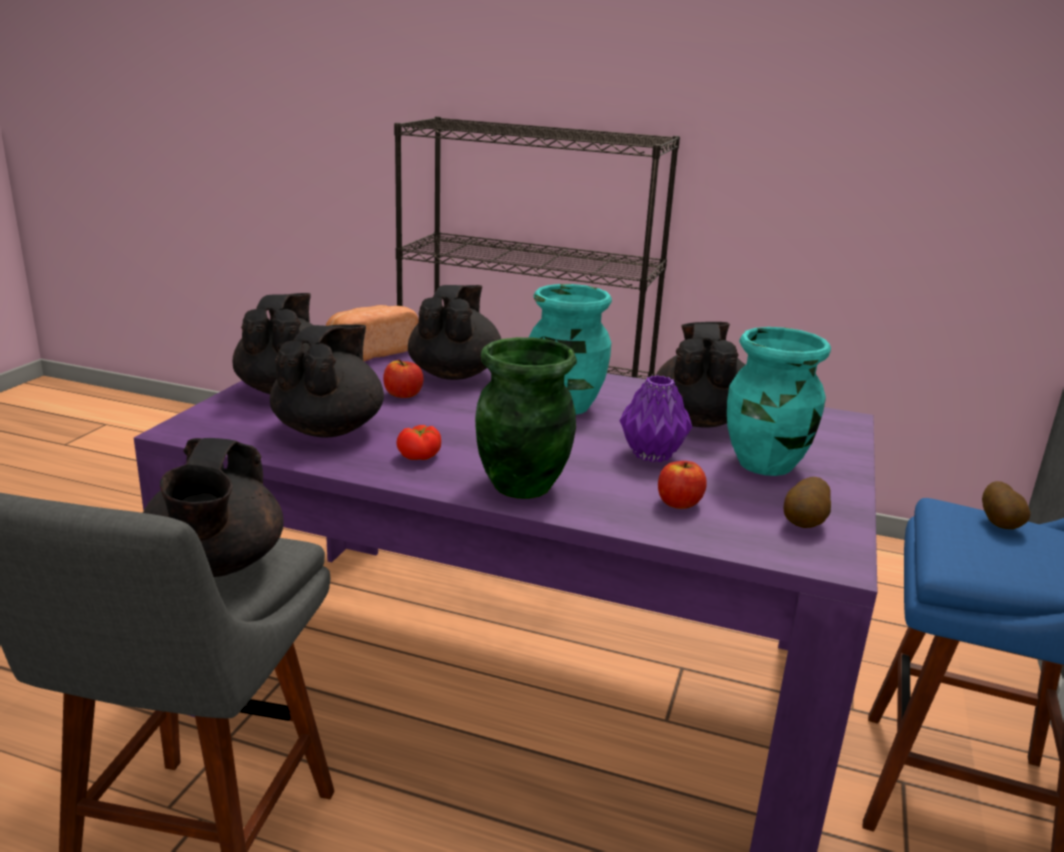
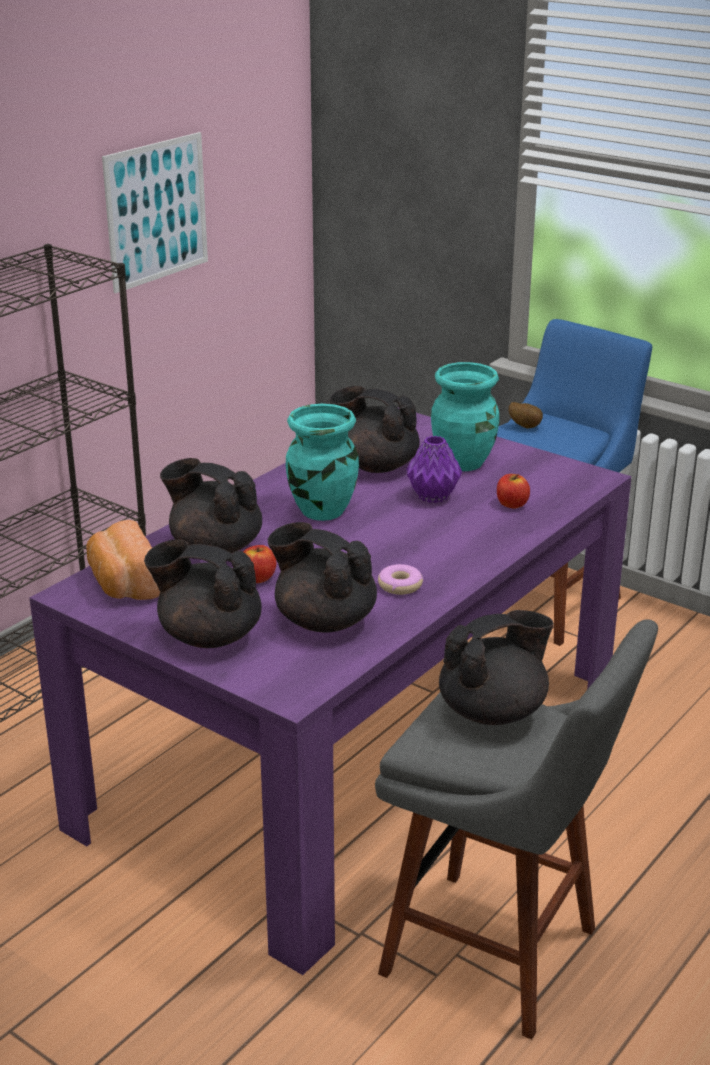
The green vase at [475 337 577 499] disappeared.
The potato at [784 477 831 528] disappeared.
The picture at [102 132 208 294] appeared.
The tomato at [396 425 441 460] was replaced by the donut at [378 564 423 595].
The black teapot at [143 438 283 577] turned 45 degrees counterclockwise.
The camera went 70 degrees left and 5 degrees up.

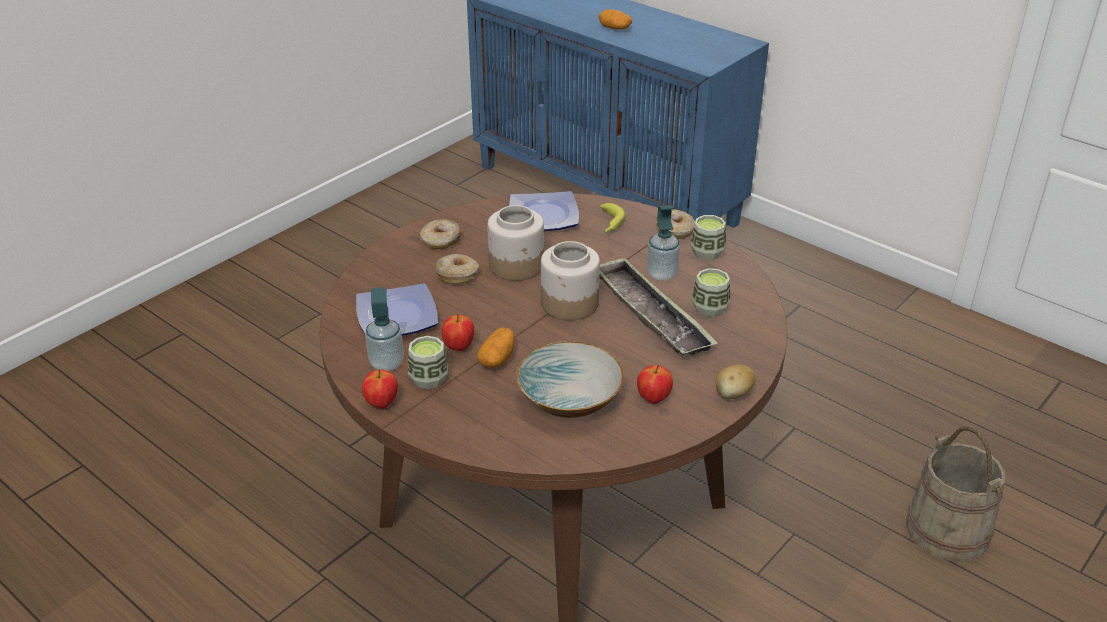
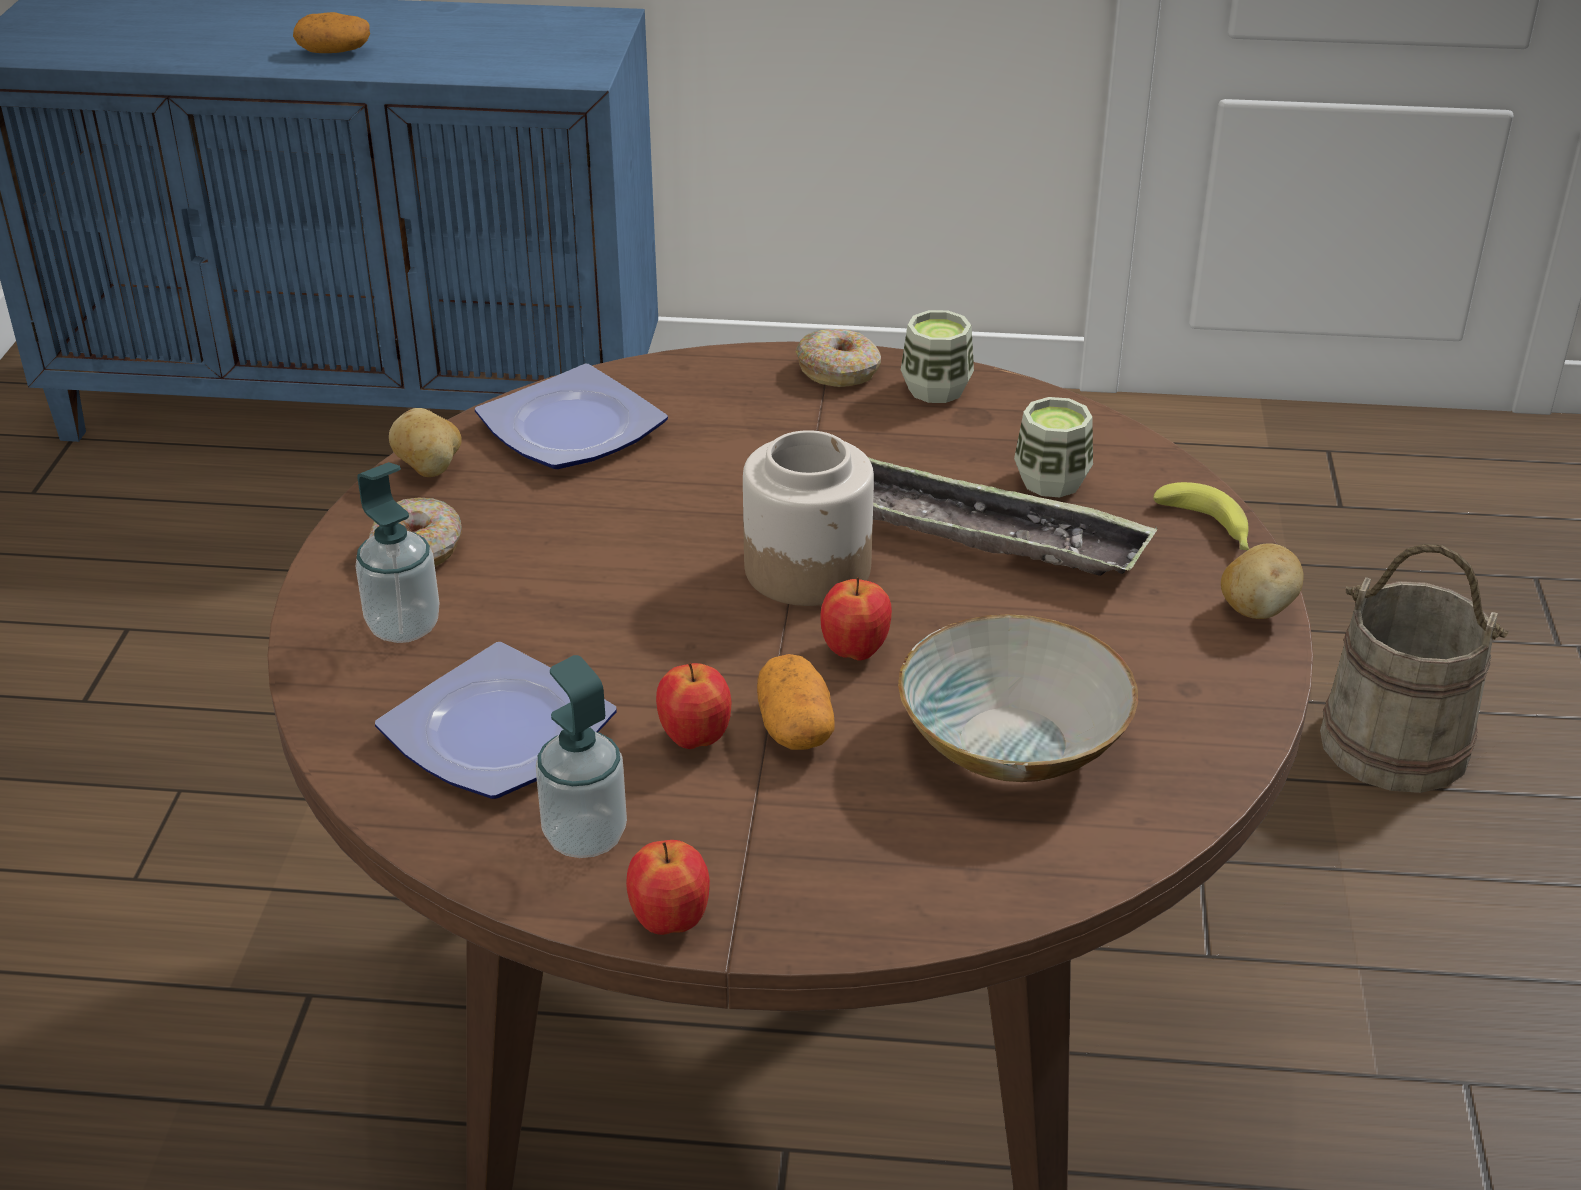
The cup at [408 336 448 389] disappeared.
The donut at [435 254 479 284] disappeared.
The jar at [487 205 544 281] disappeared.
The potato at [389 408 462 477] appeared.
The banana moved from [600 203 625 233] to [1153 482 1249 550].
The apple moved from [637 365 673 404] to [820 577 892 661].
The soap dispenser moved from [647 205 680 281] to [355 462 439 643].
The camera went 35 degrees left and 0 degrees up.

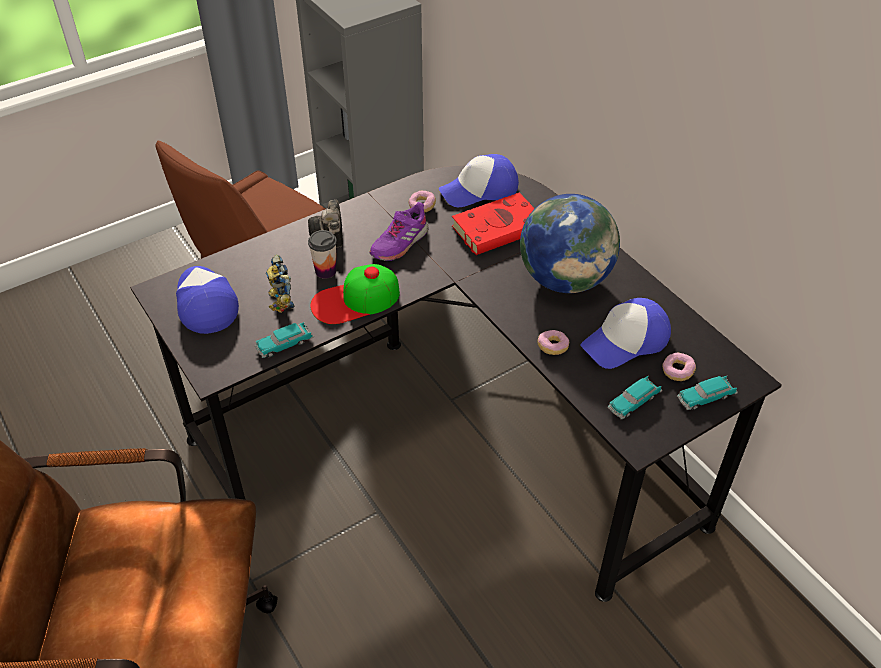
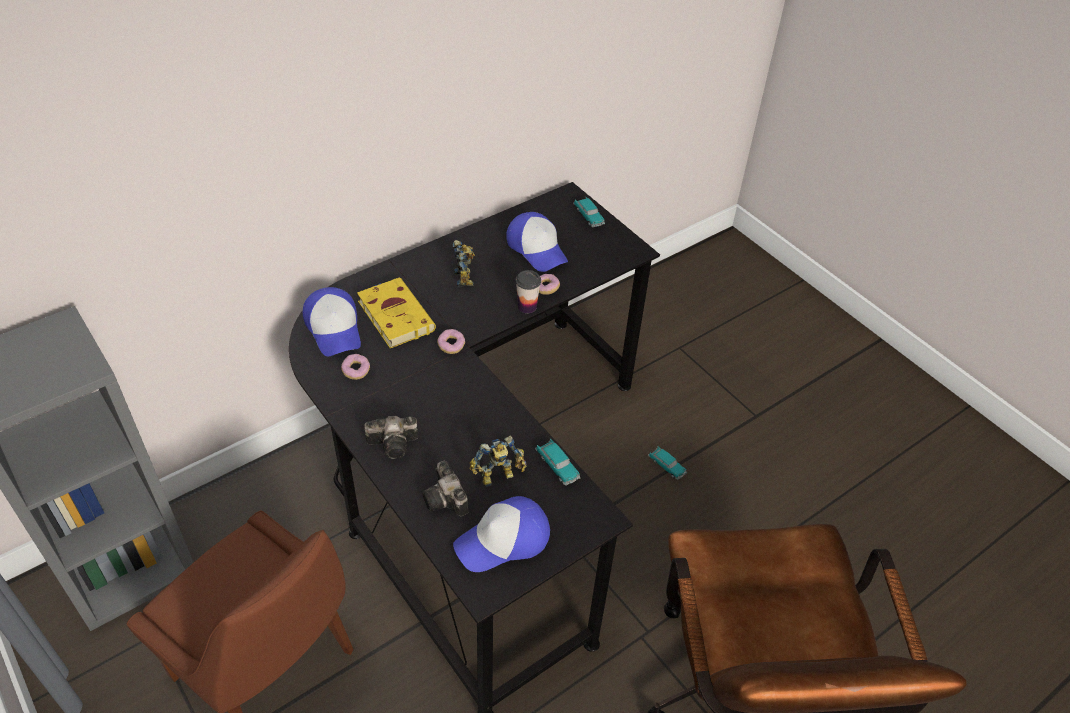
The cap at [310 264 400 324] disappeared.
The purple shoe at [370 202 429 261] disappeared.
The photo camera at [423 461 469 516] appeared.
The cup moved from [308 230 337 279] to [516 270 541 313].
The toy car moved from [607 376 662 419] to [648 447 687 480].
The donut moved from [662 353 696 381] to [437 329 465 354].
The globe at [520 194 620 293] was replaced by the toy robot at [453 240 475 286].
The red book at [452 193 535 255] became the yellow book at [357 277 436 348].
The camera went 95 degrees left and 0 degrees up.

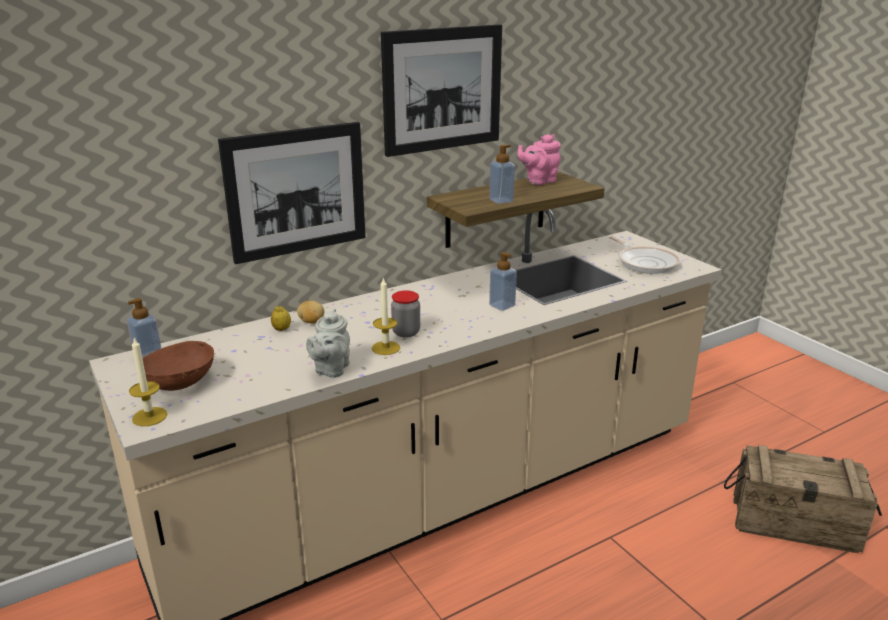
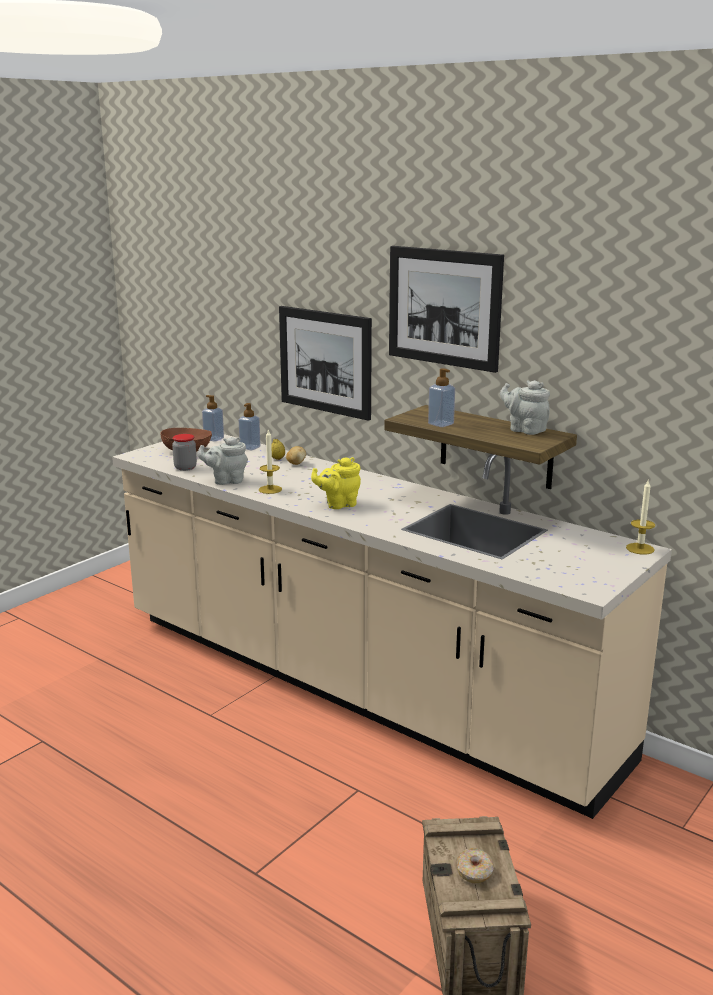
The frying pan at [609 236 680 274] disappeared.
The yellow teapot at [311 457 361 509] appeared.
The donut at [457 848 494 884] appeared.
The candle moved from [129 338 168 426] to [626 481 655 555].
The jar moved from [391 290 420 338] to [172 434 197 471].
The soap dispenser moved from [489 252 517 311] to [239 403 261 450].
The pink teapot at [517 134 561 185] became the grey teapot at [500 380 550 435].
The camera went 70 degrees right and 5 degrees down.

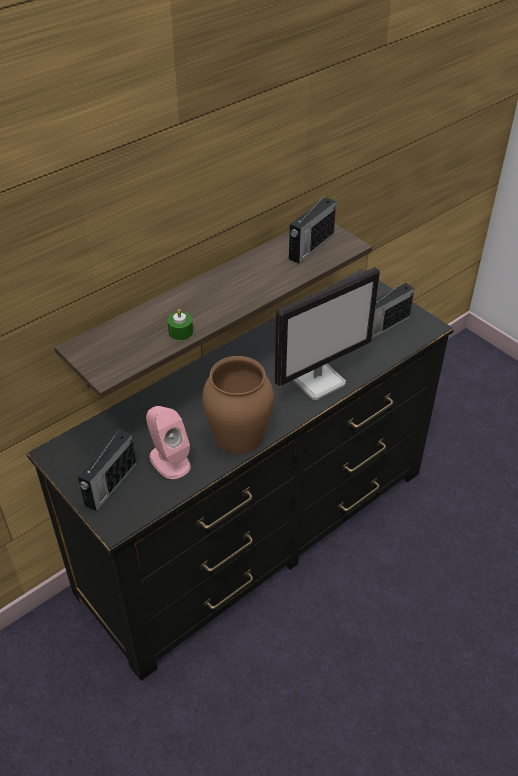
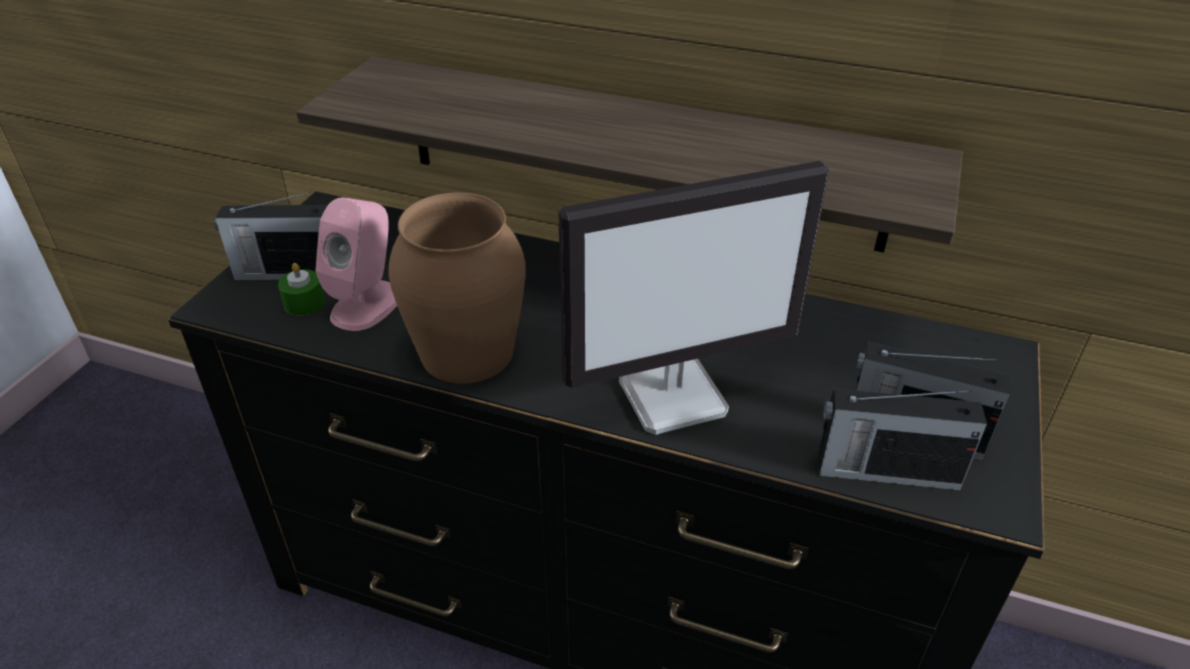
The green candle moved from [167 309 193 340] to [278 263 325 315].
The radio moved from [289 192 336 264] to [818 388 987 491].
The monitor at [275 267 380 400] turned 45 degrees counterclockwise.
The camera went 60 degrees right and 5 degrees down.

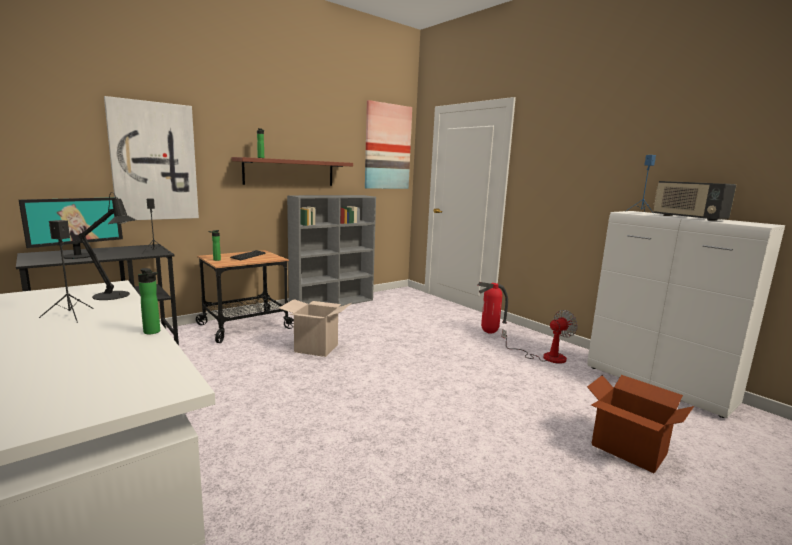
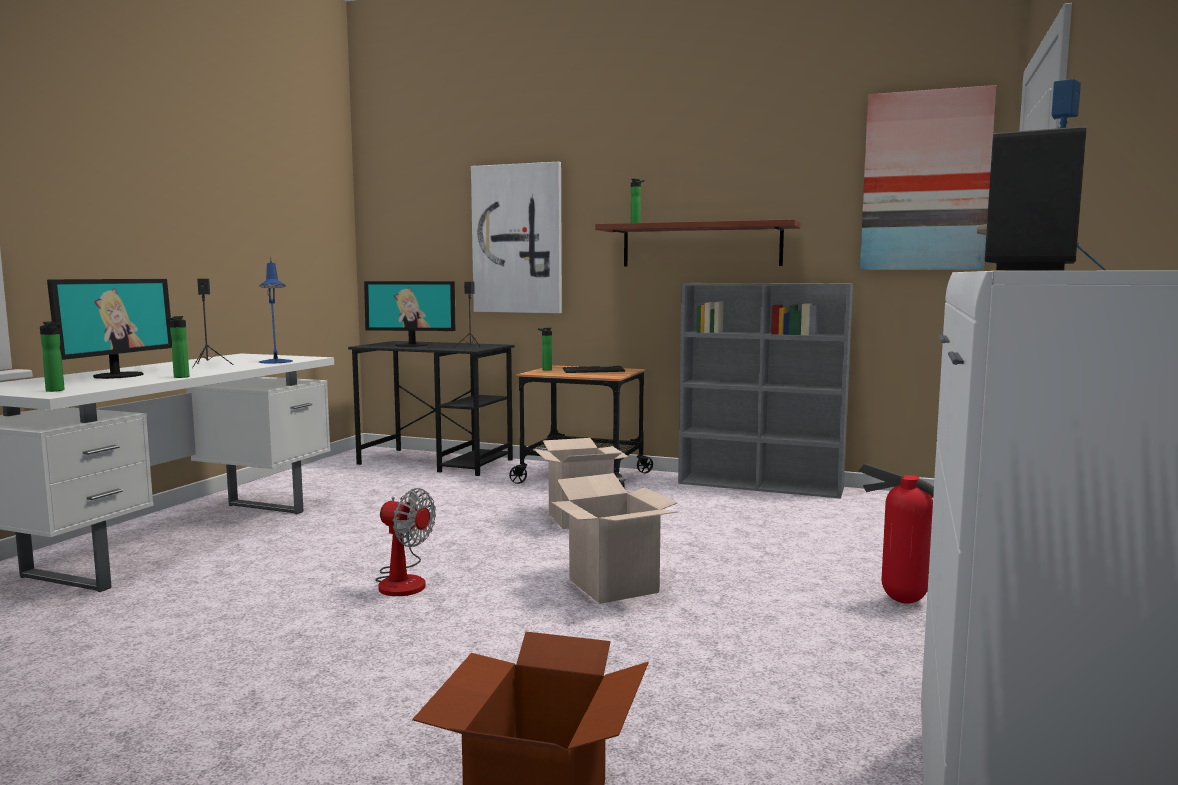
The bottle at [40 322 65 392] appeared.
The monitor at [47 279 172 379] appeared.
The cardboard box at [551 473 678 604] appeared.
The fan moved from [502 310 578 364] to [375 488 436 596].
The black table lamp at [78 192 136 300] became the blue table lamp at [259 257 293 364].
The camera went 60 degrees right and 5 degrees down.

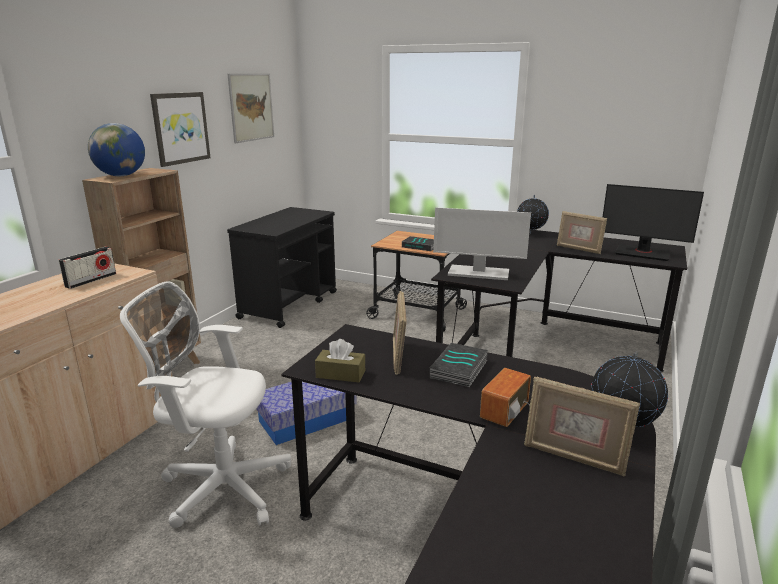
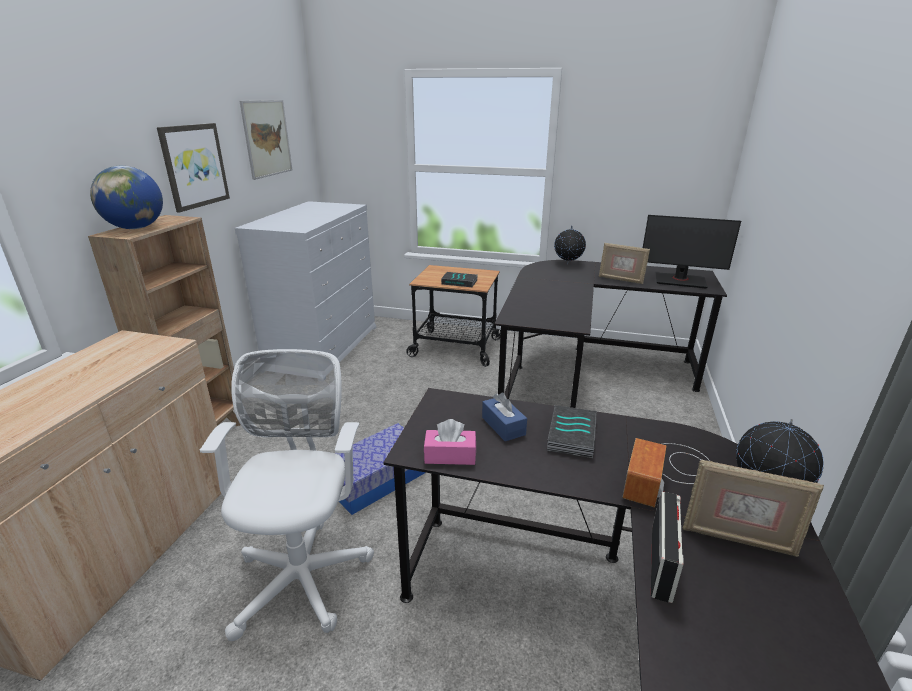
The monitor at [433 207 531 280] disappeared.
The radio moved from [59 247 116 289] to [651 492 684 603].
The black cart at [227 207 337 328] was replaced by the white dresser at [235 201 376 380].
The picture frame at [393 291 407 375] was replaced by the blue tissue box at [482 393 527 441].
The brown tissue box at [315 339 365 382] became the pink tissue box at [424 419 476 465].
The white office chair at [120 281 291 528] turned 90 degrees clockwise.
The camera went 10 degrees left and 5 degrees up.

